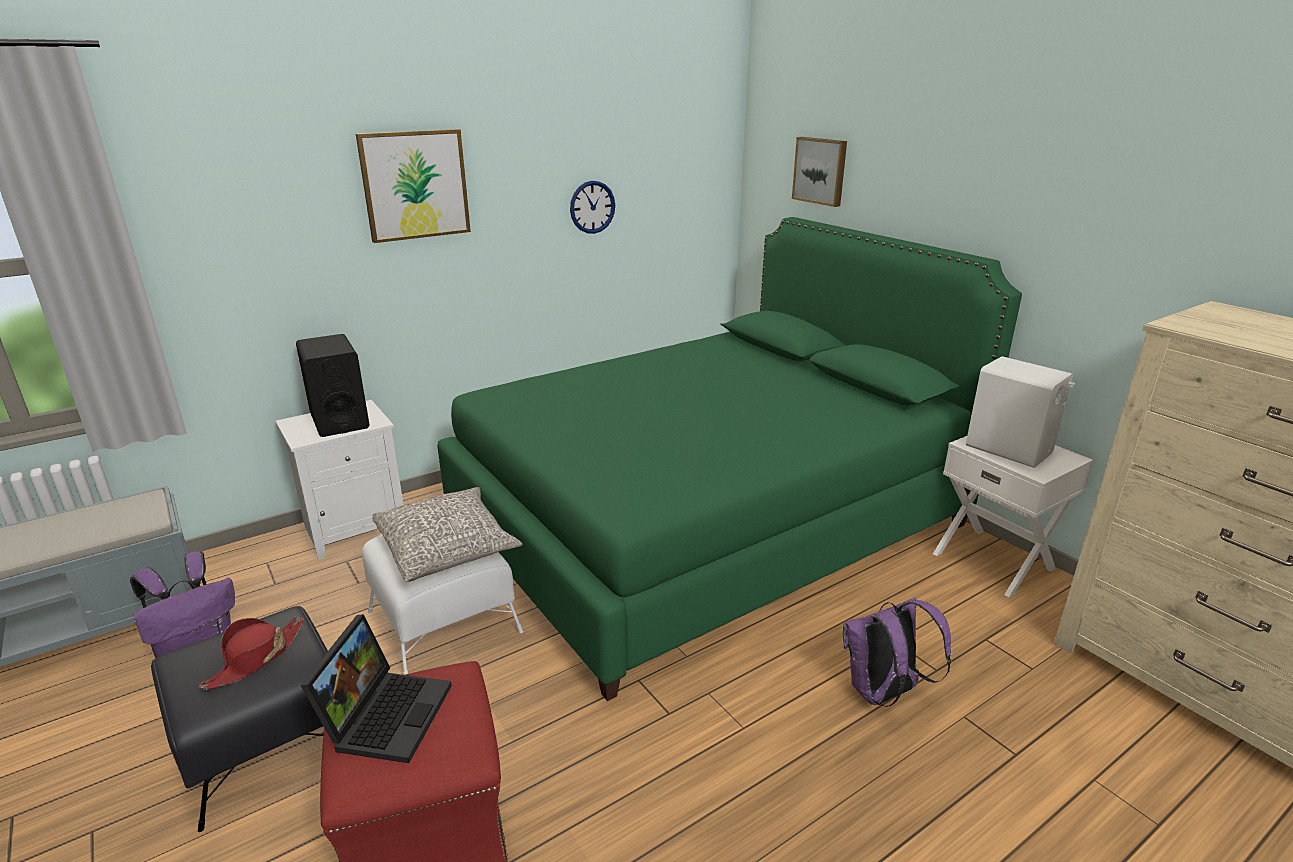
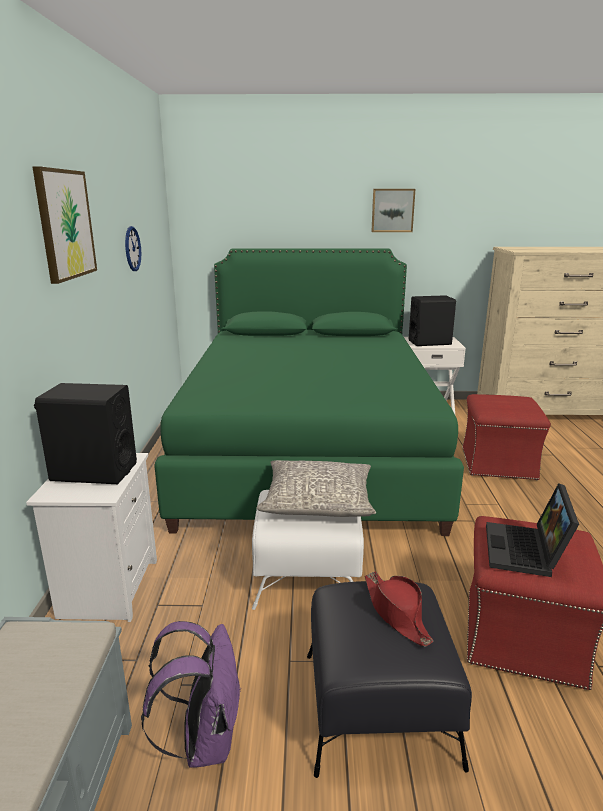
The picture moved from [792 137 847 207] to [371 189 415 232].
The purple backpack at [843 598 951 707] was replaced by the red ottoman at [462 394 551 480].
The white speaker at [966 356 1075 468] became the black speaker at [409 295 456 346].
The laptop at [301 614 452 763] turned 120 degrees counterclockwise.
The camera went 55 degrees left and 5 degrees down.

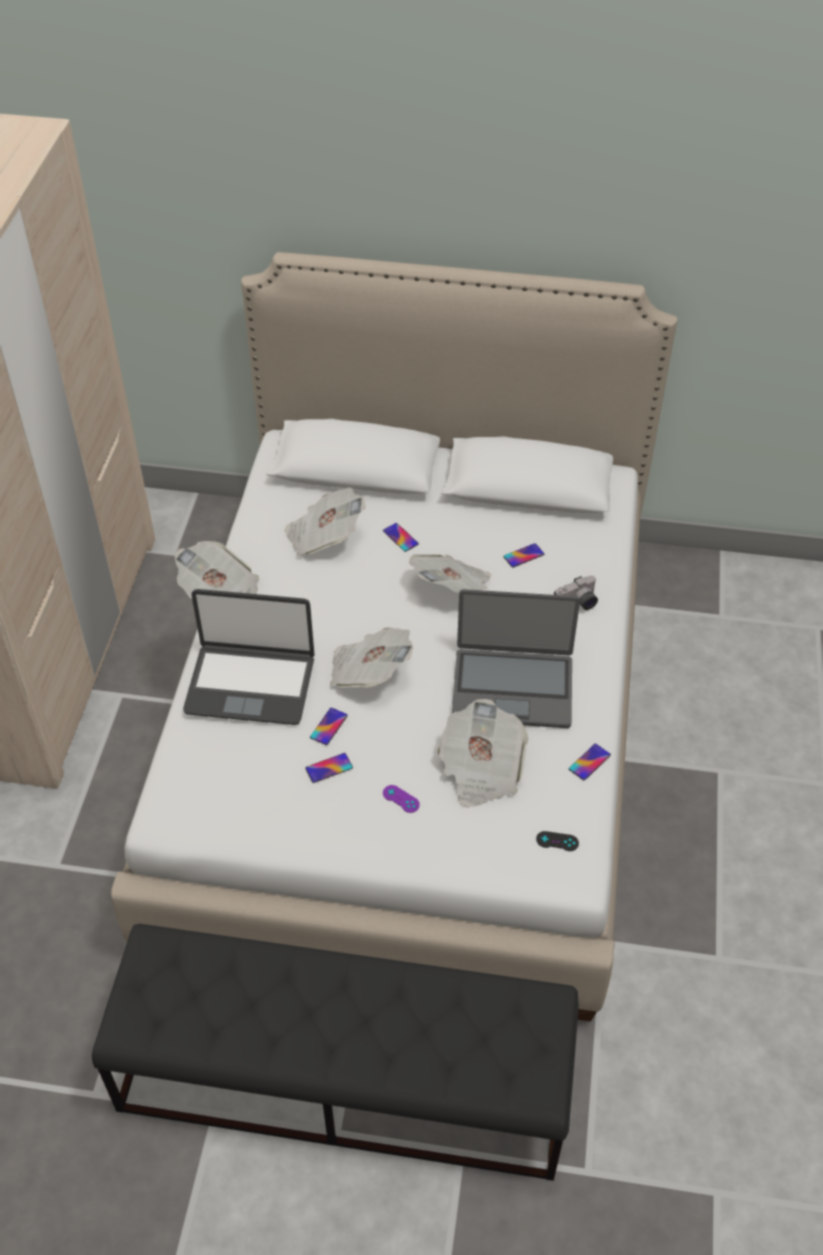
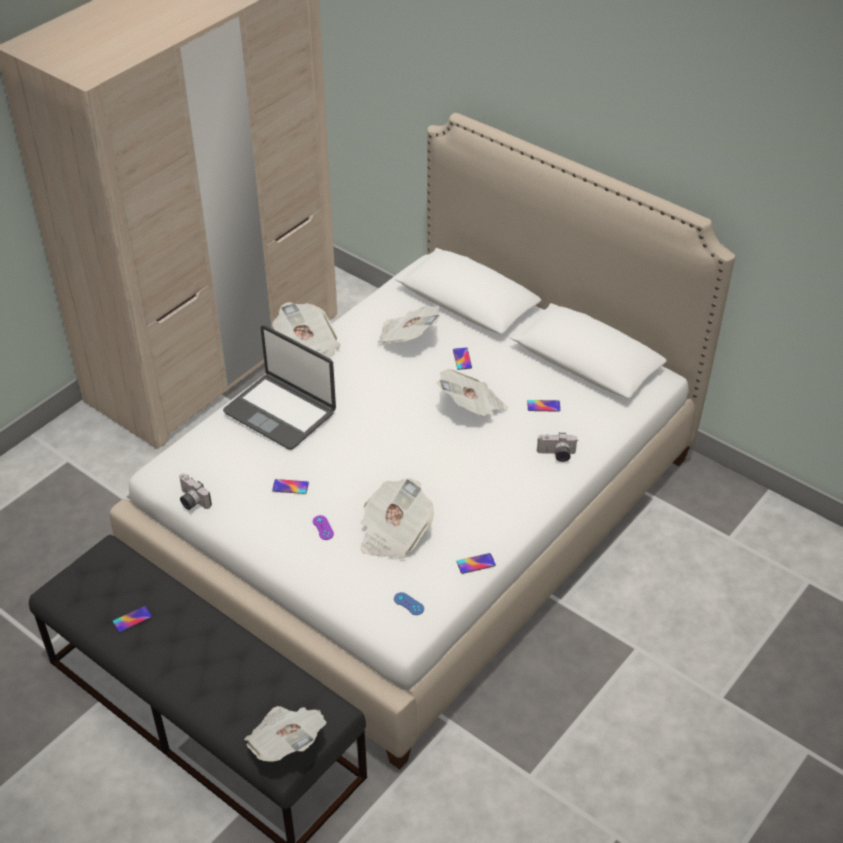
The laptop at [452 589 580 728] disappeared.
The photo camera at [179 473 212 510] appeared.
The phone moved from [310 708 348 745] to [112 606 152 633].
The newspaper moved from [330 627 413 688] to [244 706 326 762].
The black game controller at [536 831 579 851] became the blue game controller at [394 592 424 615].
The camera went 30 degrees right and 5 degrees down.

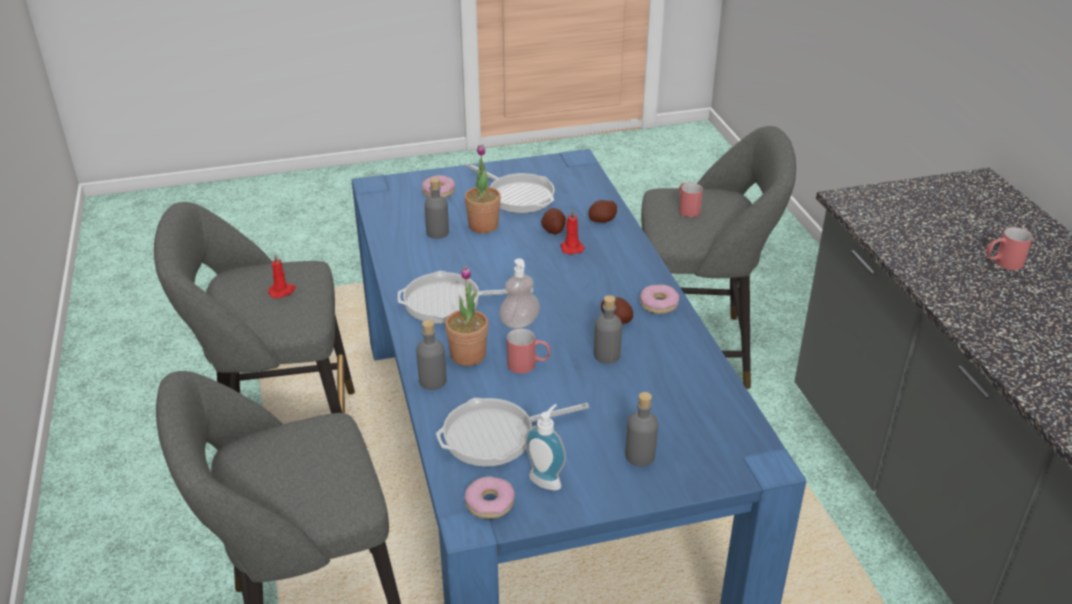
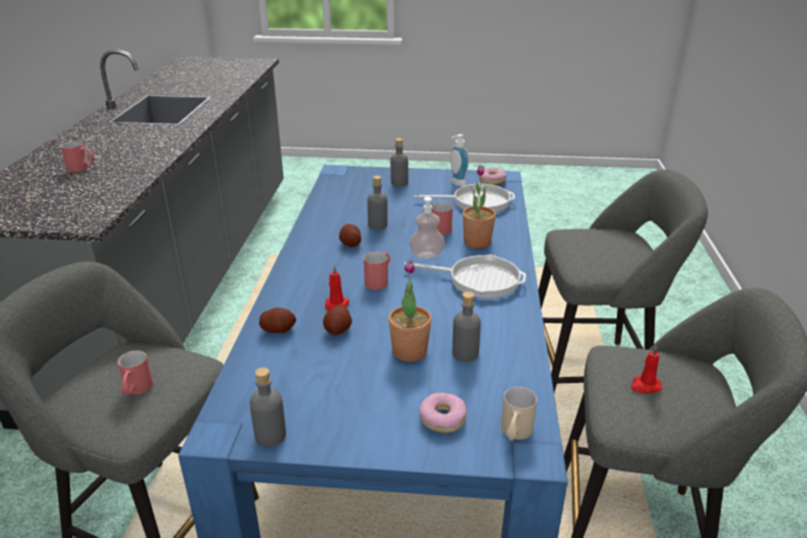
The frying pan at [466 163 555 213] disappeared.
The donut at [640 285 679 314] disappeared.
The red mug at [364 252 390 290] appeared.
The beige mug at [501 387 537 441] appeared.
The grey bottle moved from [416 320 446 390] to [250 367 286 447].
The camera went 160 degrees left and 5 degrees down.

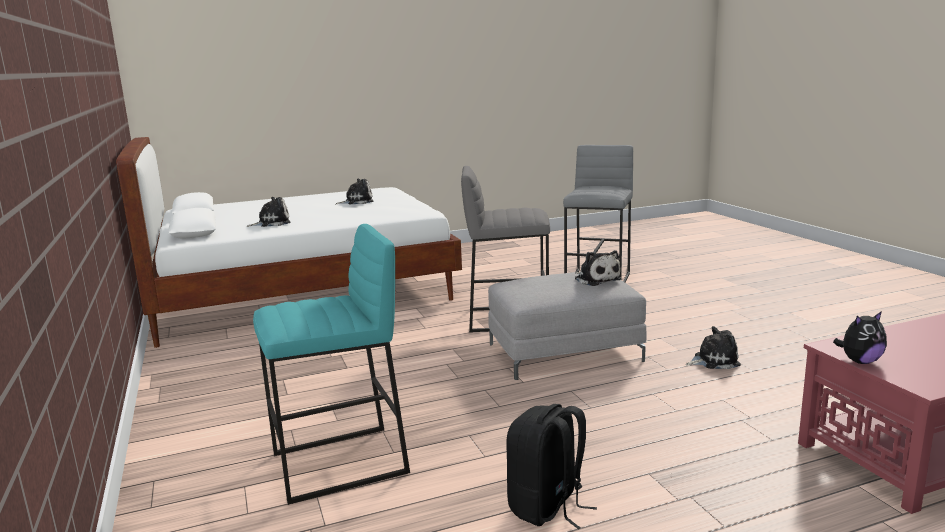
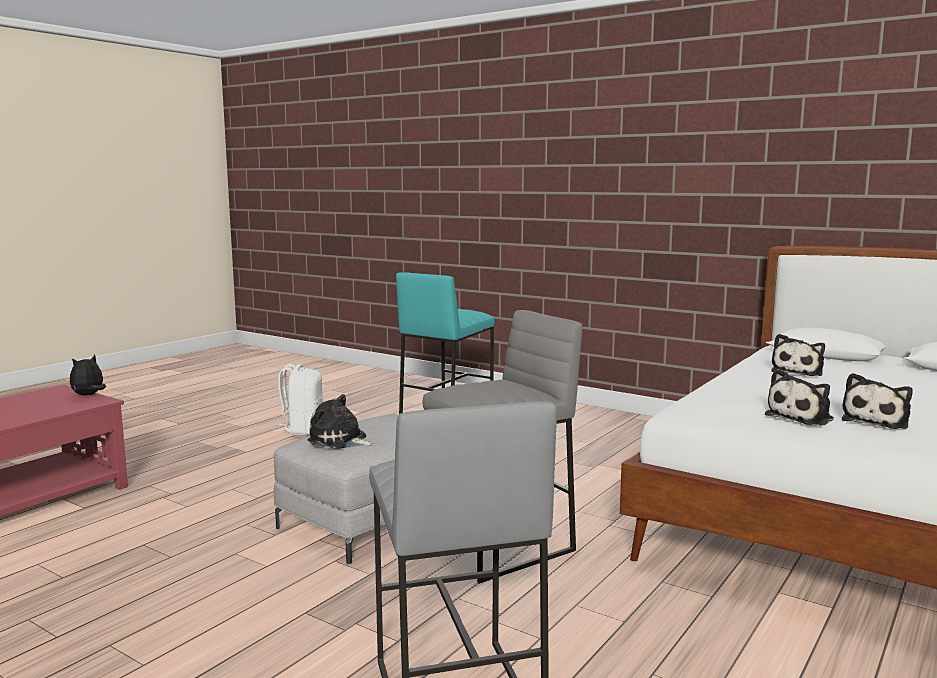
The plush toy moved from [685 326 741 369] to [765 369 834 426].
The black backpack at [507 404 597 530] became the white backpack at [273 364 323 435].
The camera went 145 degrees right and 5 degrees down.

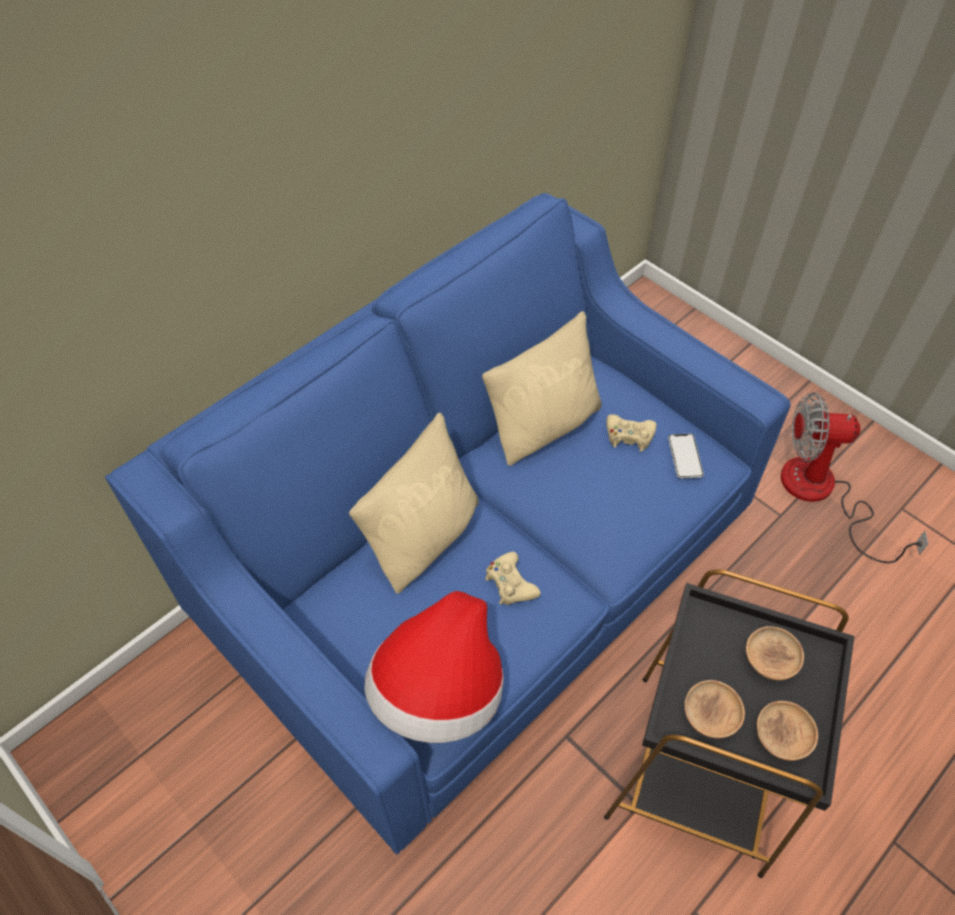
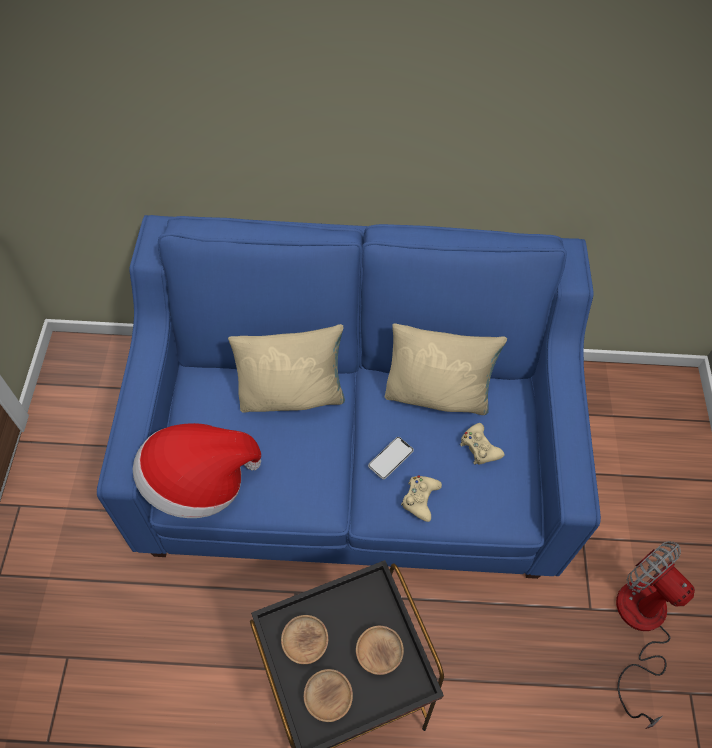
The beige game controller moved from [485 552 541 605] to [401 475 442 522].
The phone moved from [668 434 704 479] to [368 437 414 479].
The camera went 45 degrees right and 5 degrees up.

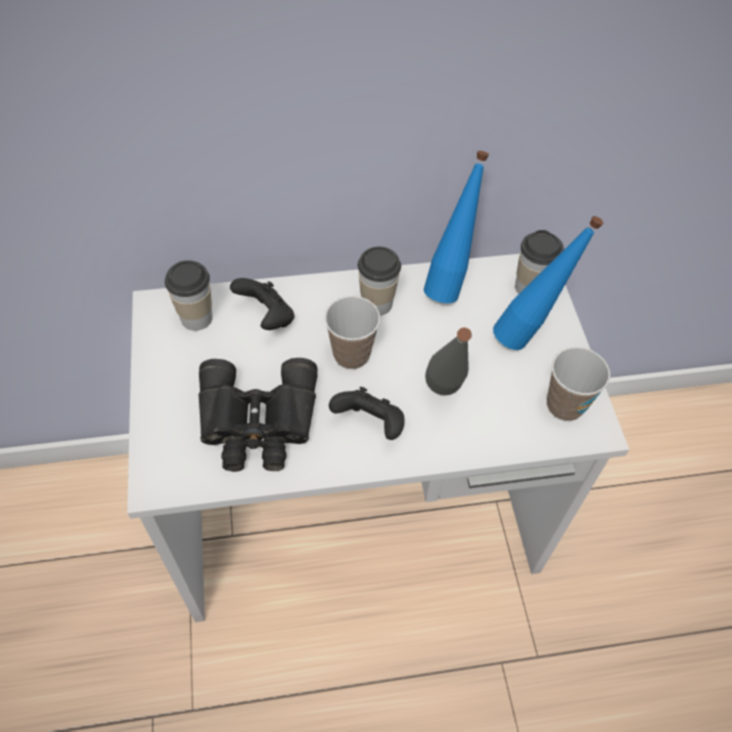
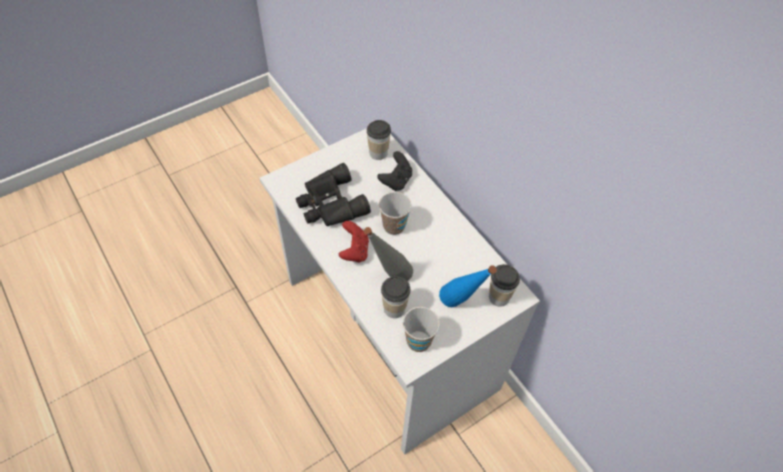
The blue bottle at [424 151 489 303] disappeared.
The cup moved from [358 246 401 316] to [381 276 410 318].
The black game controller at [329 387 405 440] became the red game controller at [339 221 369 263].
The camera went 65 degrees right and 0 degrees up.

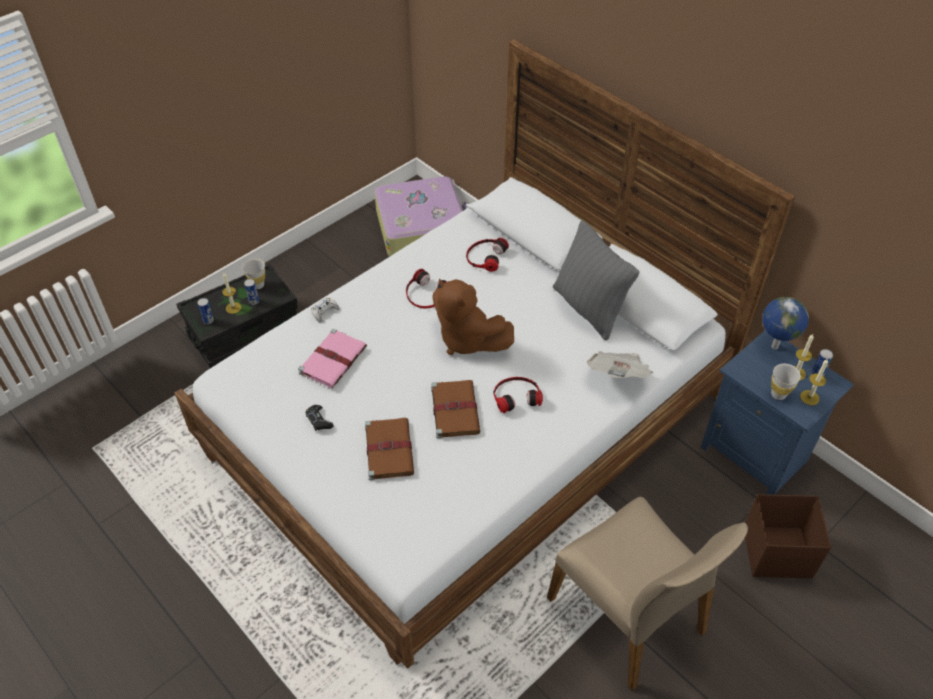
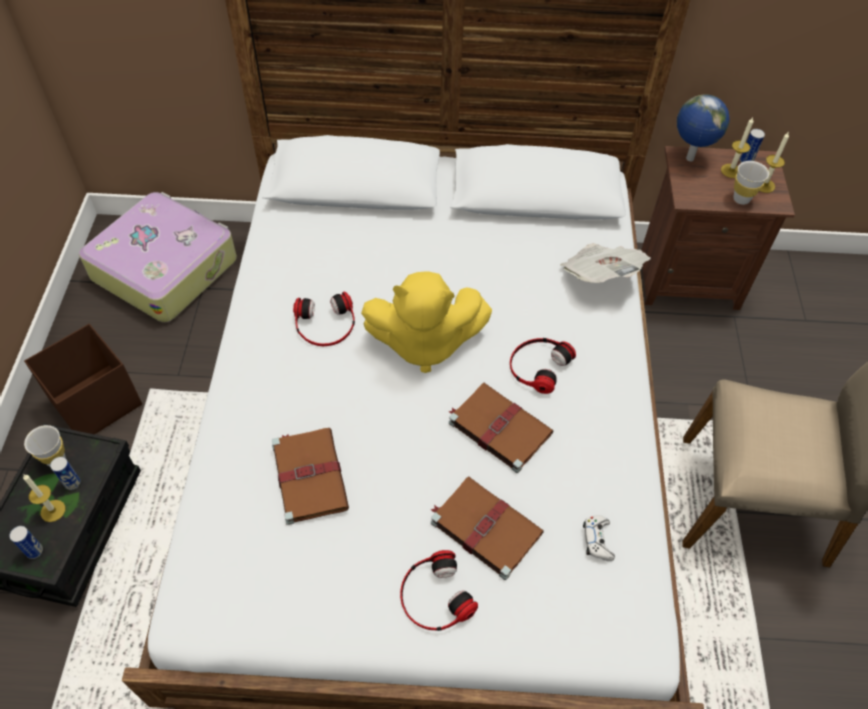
The black game controller at [306 405 333 431] disappeared.
The grey pillow at [553 220 640 340] disappeared.
The white game controller moved from [311 298 339 323] to [583 515 615 561].
The headphones moved from [466 238 509 272] to [400 550 478 631].
The brown storage box moved from [745 494 831 579] to [24 324 142 434].
The pink book at [298 329 367 388] became the brown book at [272 428 349 525].
The brown plush toy at [432 279 514 355] became the yellow plush toy at [361 271 492 373].
The blue nightstand at [701 330 854 495] became the brown nightstand at [641 146 795 310].
The camera went 45 degrees left and 5 degrees up.

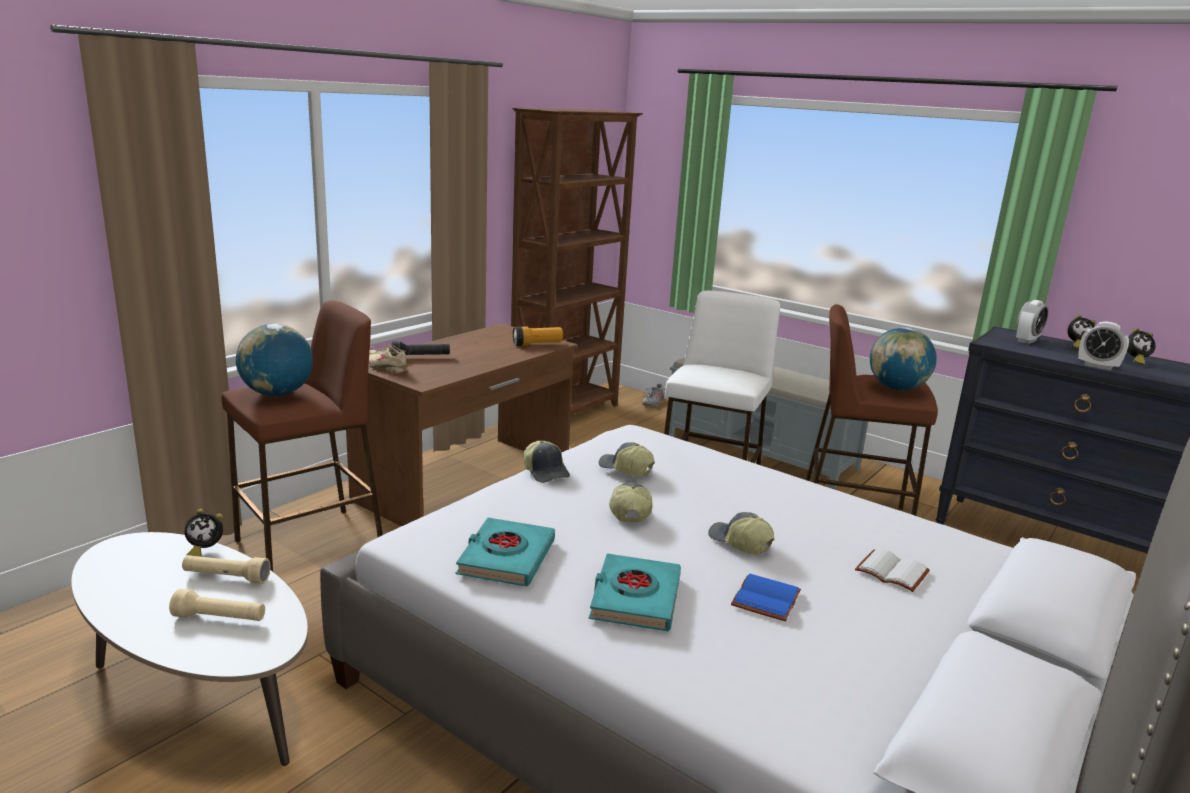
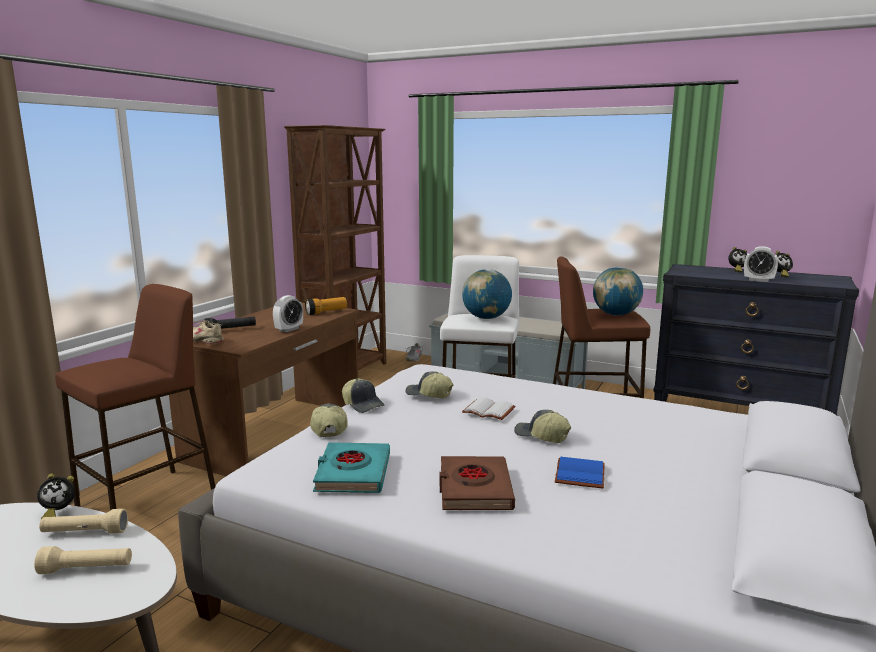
The globe moved from [236 324 313 396] to [462 269 512 319].
The cap moved from [609 482 652 522] to [310 403 348 437].
The white book moved from [855 548 930 592] to [462 397 516 420].
The alarm clock moved from [1016 300 1049 344] to [273 295 303 333].
The turquoise book at [589 554 681 631] became the brown book at [440 456 515 510].
The camera went 10 degrees left and 5 degrees down.

